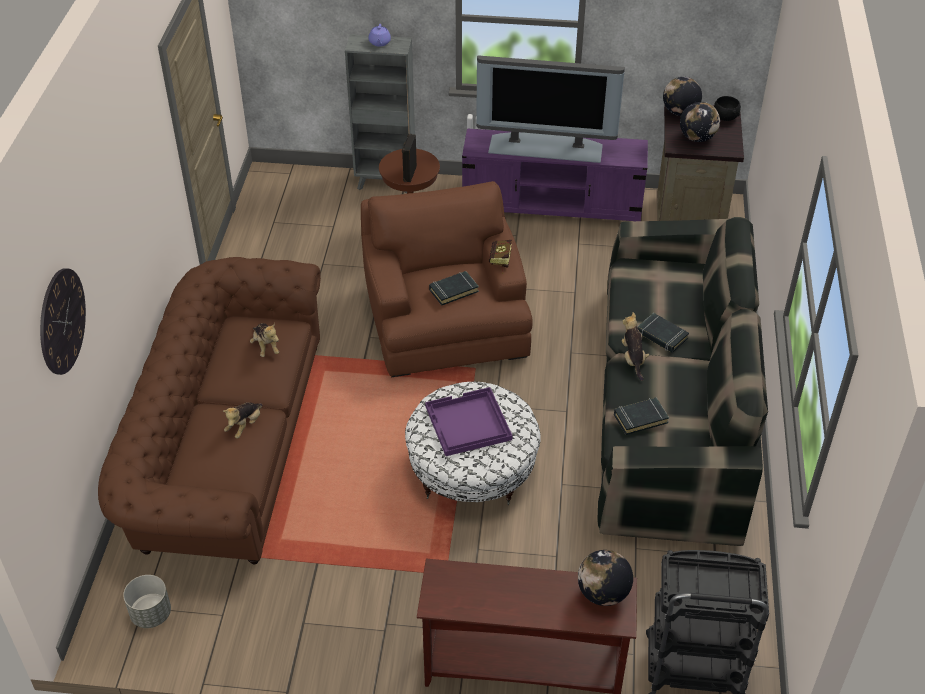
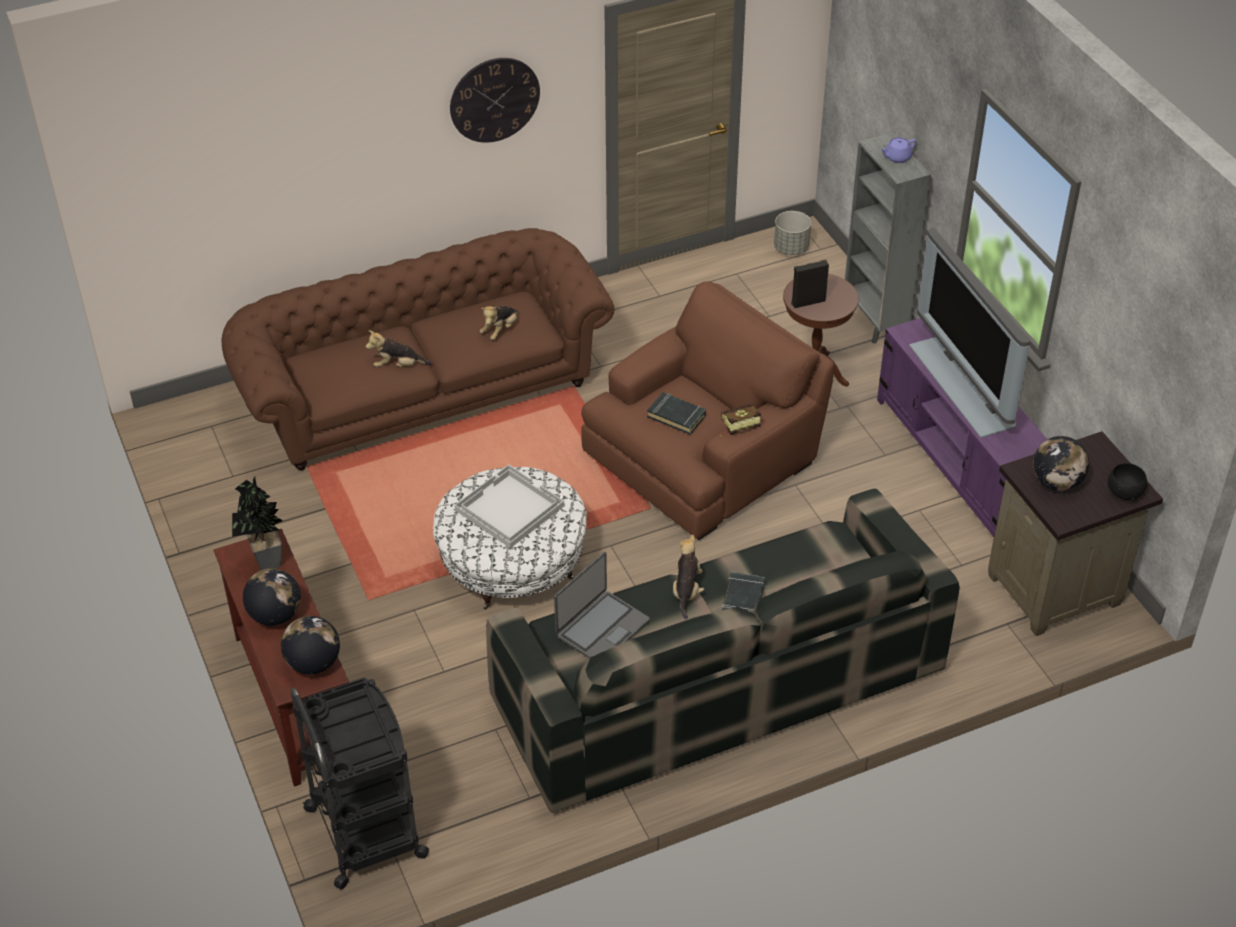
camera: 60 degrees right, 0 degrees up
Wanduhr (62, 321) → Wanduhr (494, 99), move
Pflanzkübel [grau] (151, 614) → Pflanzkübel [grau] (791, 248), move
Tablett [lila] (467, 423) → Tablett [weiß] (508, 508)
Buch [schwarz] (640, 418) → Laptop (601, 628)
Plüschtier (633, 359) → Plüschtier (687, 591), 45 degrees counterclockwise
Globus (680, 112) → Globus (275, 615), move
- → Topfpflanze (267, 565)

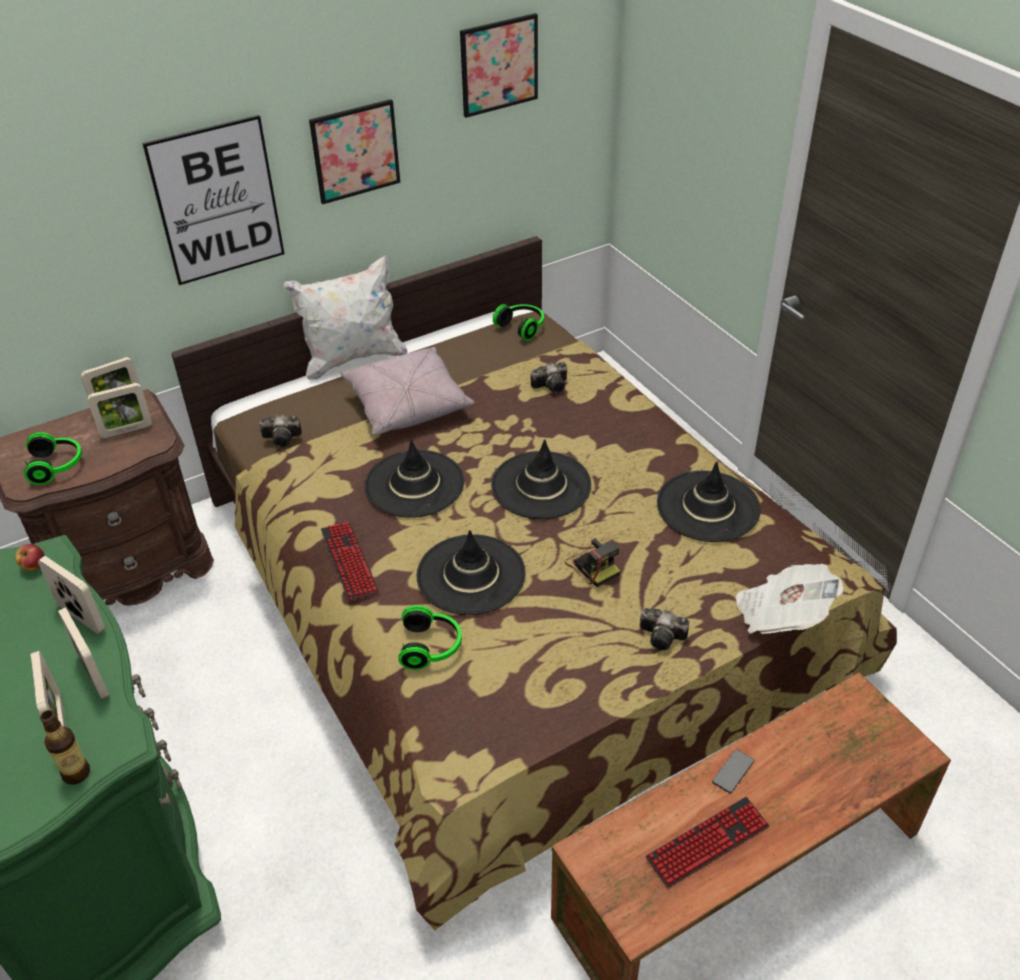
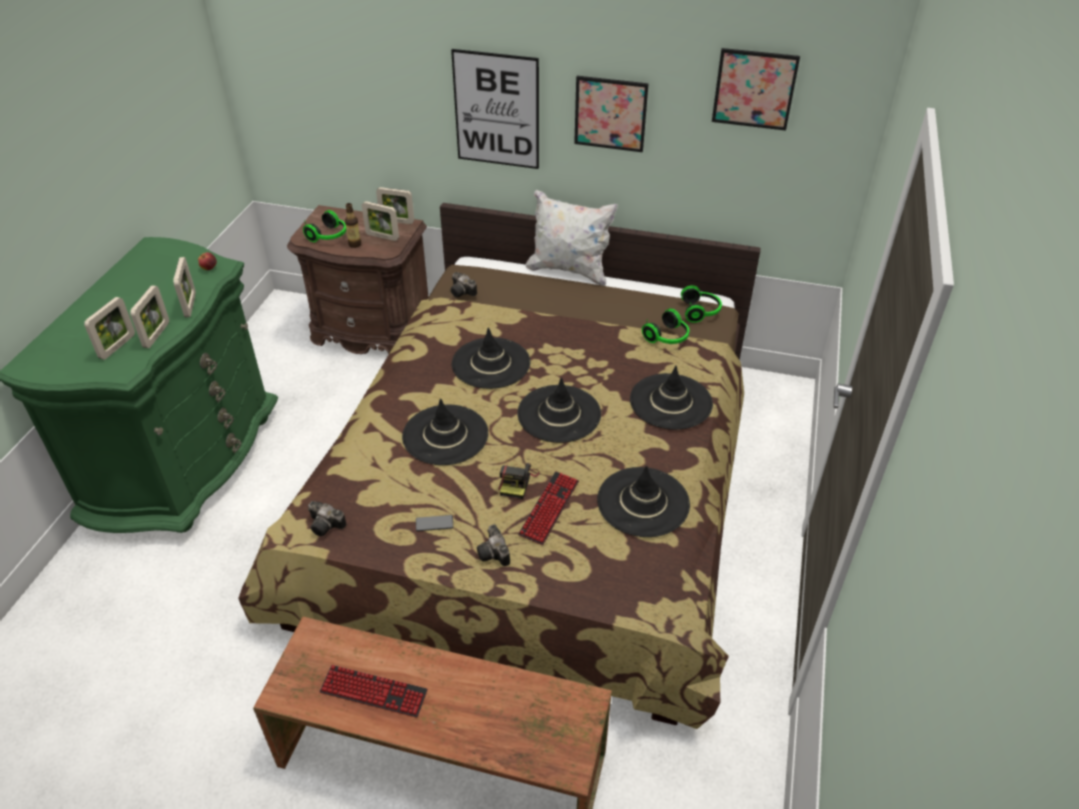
camera: 45 degrees right, 0 degrees up
Flasche (76, 773) → Flasche (355, 244), move
Tastatur (349, 561) → Tastatur (549, 508), move
Kissen [lila] (406, 404) → -
Kopfhörer (431, 647) → Kopfhörer (668, 338), move
Kamera (552, 385) → Kamera (327, 525), move
Handy (733, 771) → Handy (434, 523), move
Zeitung (781, 615) → -
- → Hut [schwarz] (671, 402)

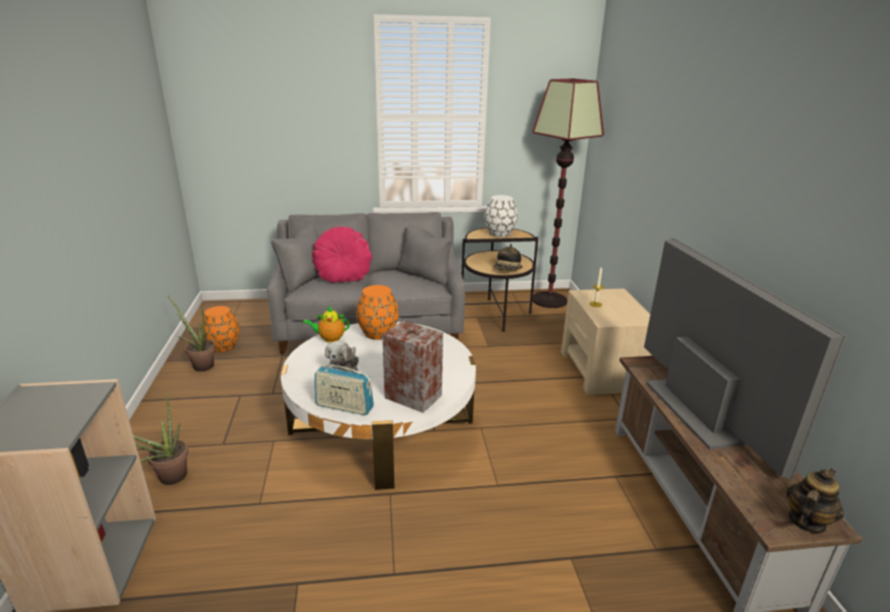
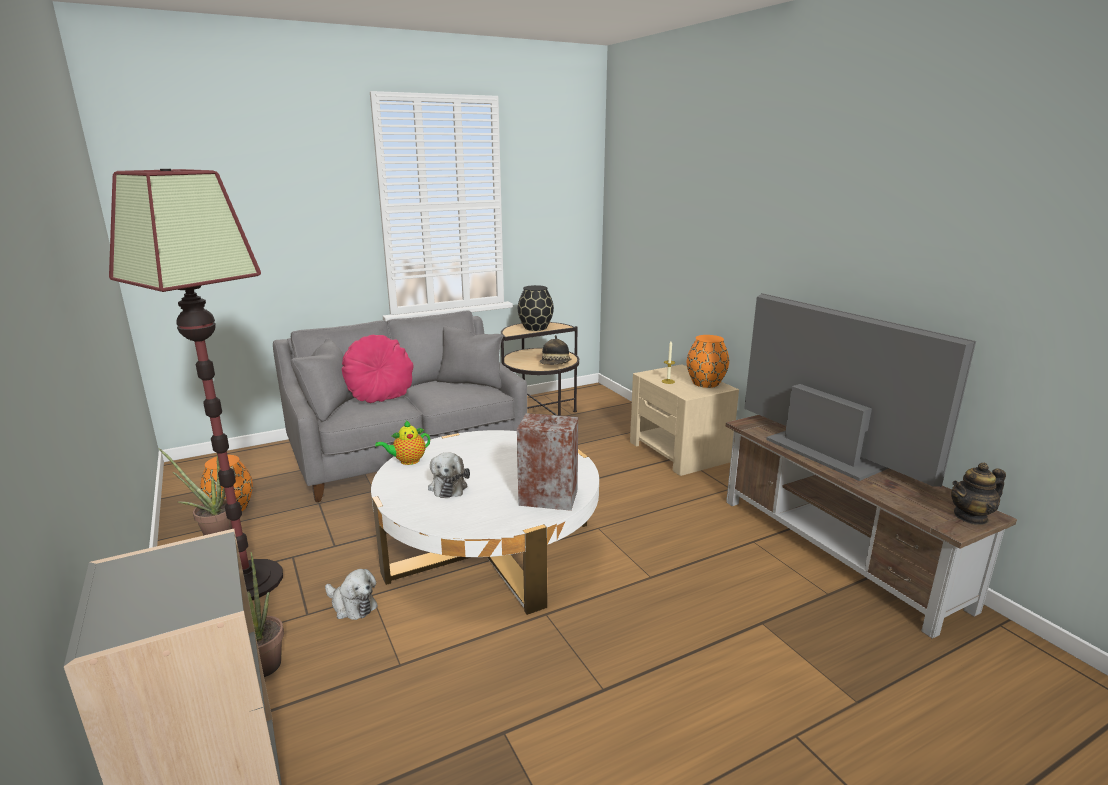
camera: 20 degrees left, 5 degrees down
Radio (344, 406) → -
Vase [orange] (378, 334) → Vase [orange] (706, 383), move
Vase [weiß] (499, 233) → Vase [schwarz] (535, 328)
Stehlampe (549, 300) → Stehlampe (248, 581), move
Teekanne (806, 521) → Teekanne (971, 517), 135 degrees counterclockwise
- → Plüschtier (352, 605)

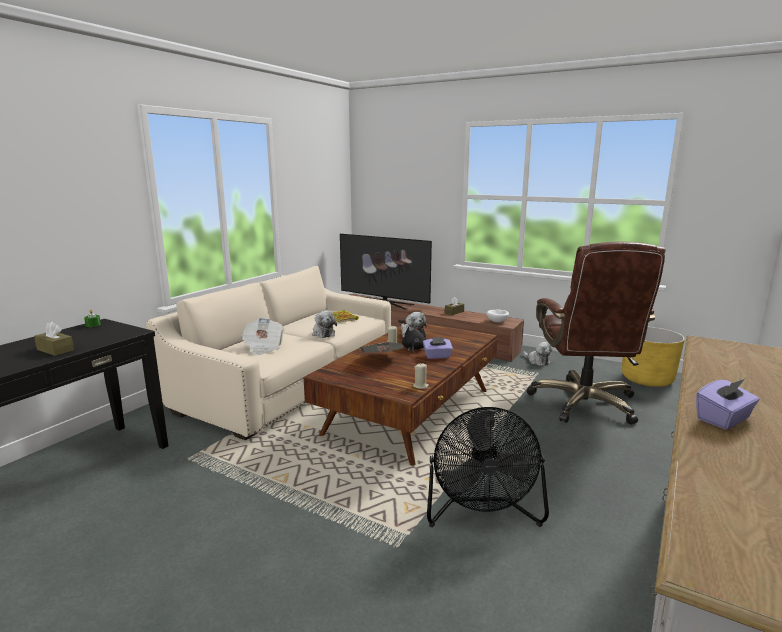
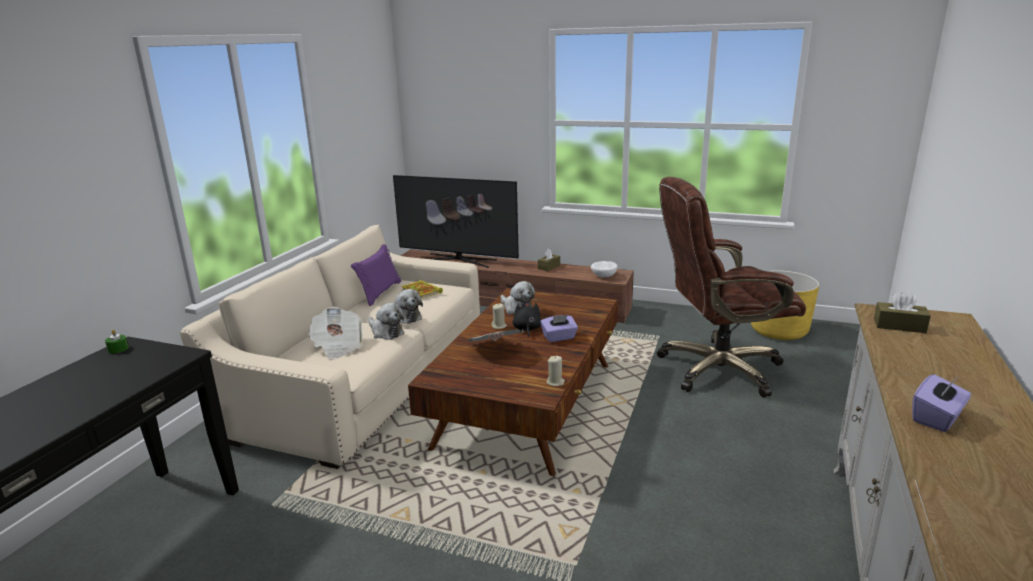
camera: 10 degrees left, 5 degrees up
Taschentuchbox [braun] (55, 350) → Taschentuchbox [braun] (899, 326), move
Ventilator [schwarz] (477, 511) → -
Plüschtier (537, 361) → Plüschtier (386, 332), move
Bürostuhl [braun] (584, 402) → Bürostuhl [braun] (719, 368), 90 degrees clockwise
- → Kissen [lila] (379, 293)

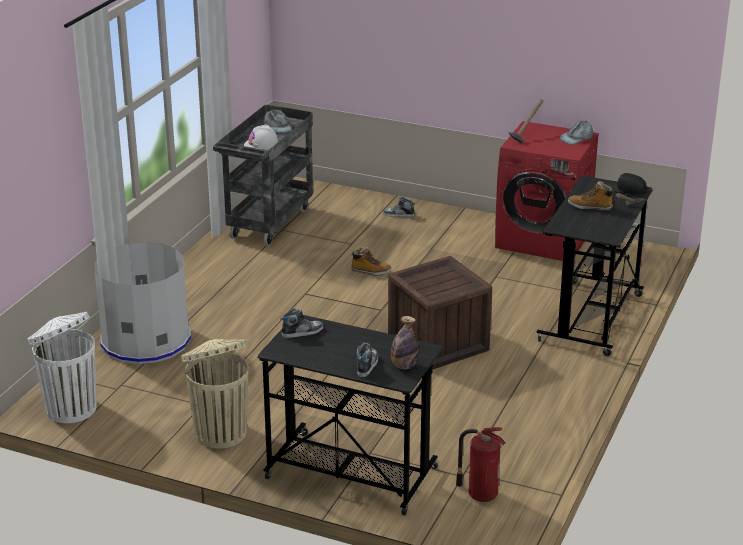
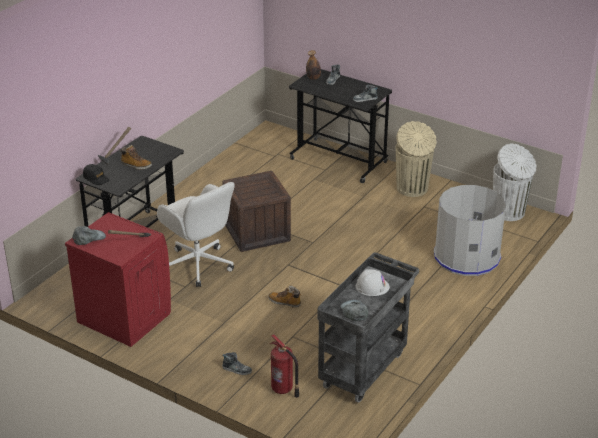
camera: 170 degrees left, 5 degrees up
Feuerlöscher (480, 494) → Feuerlöscher (283, 389), move
- → Bürostuhl [weiß] (198, 266)

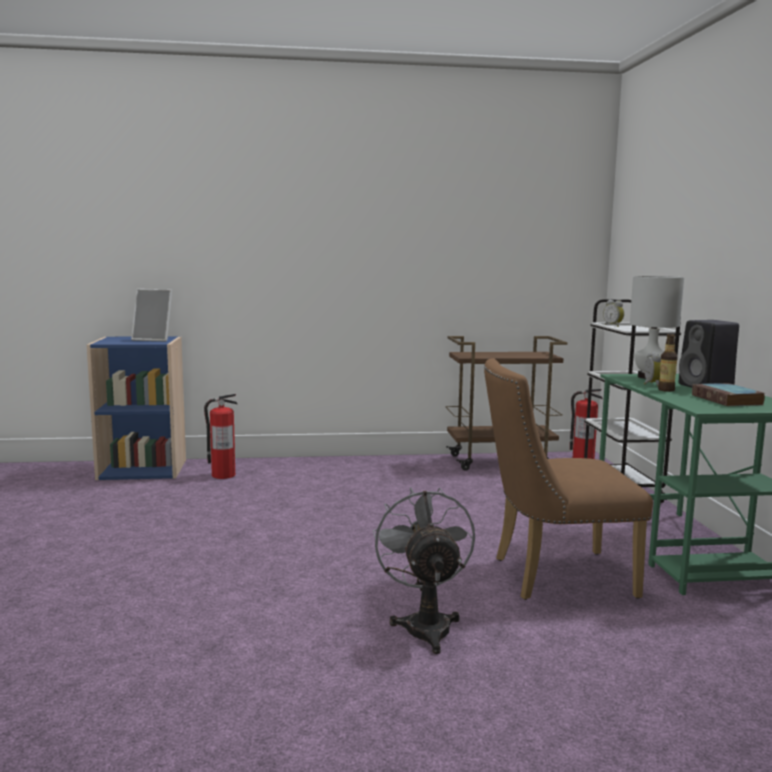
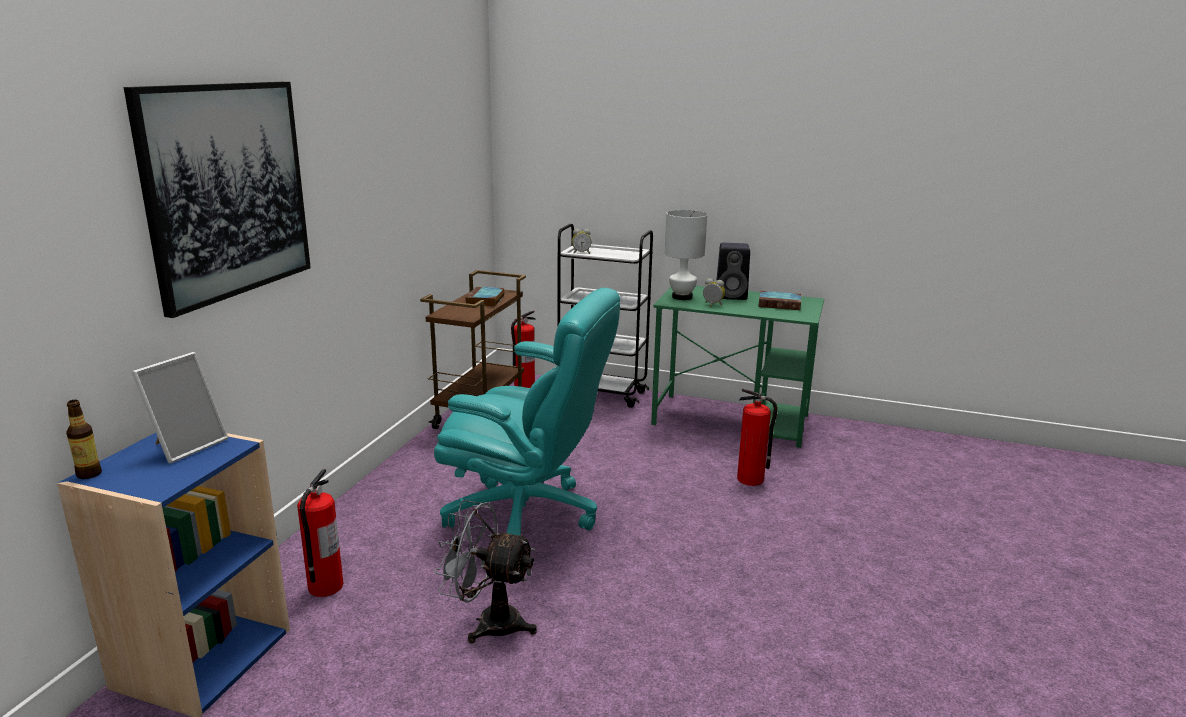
camera: 65 degrees left, 10 degrees up
Ventilator [grau] (425, 624) → Ventilator [grau] (488, 622), move
Stuhl [braun] (552, 576) → Feuerlöscher (751, 479)
Flasche (666, 390) → Flasche (89, 474), move
- → Bild (227, 191)
- → Bürostuhl [türkis] (528, 518)
- → Buch (485, 300)

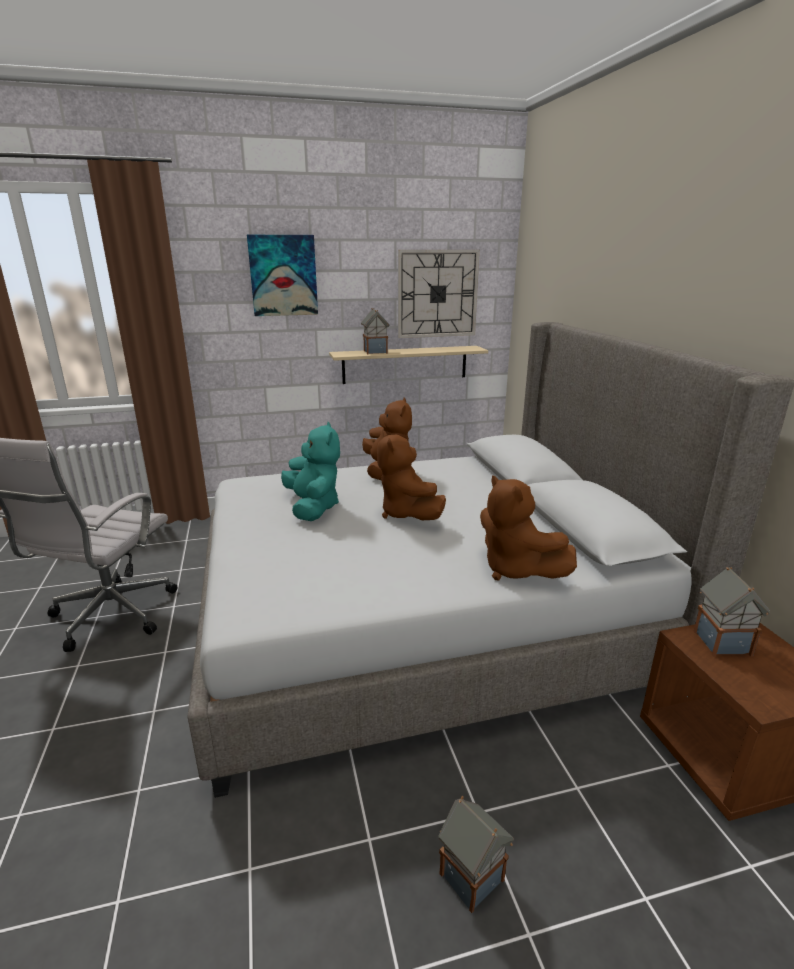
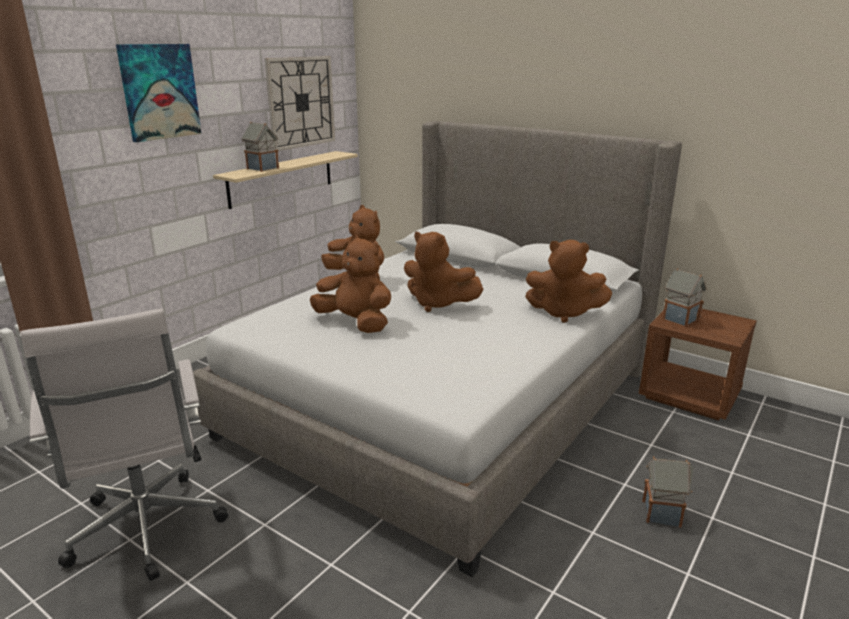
camera: 40 degrees left, 0 degrees up
Plüschtier [türkis] (313, 507) → Plüschtier [braun] (355, 323)

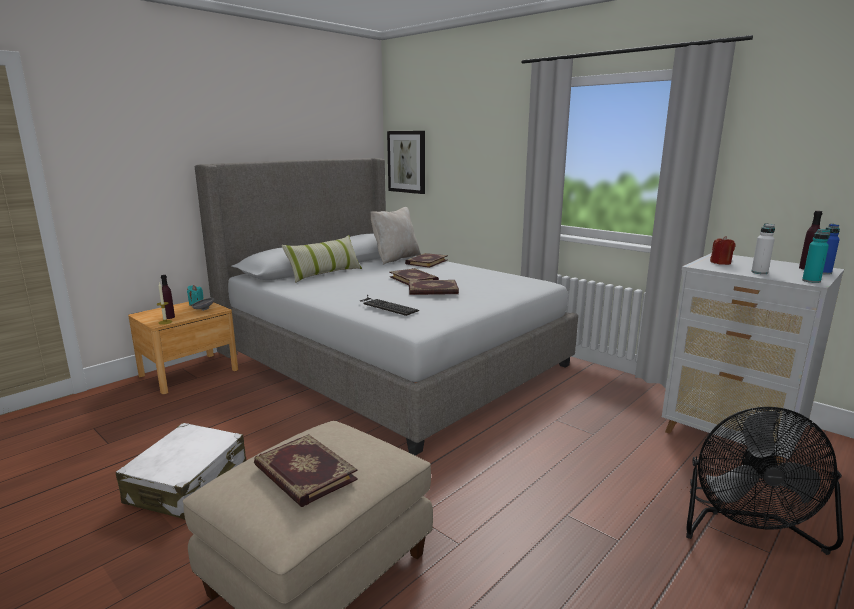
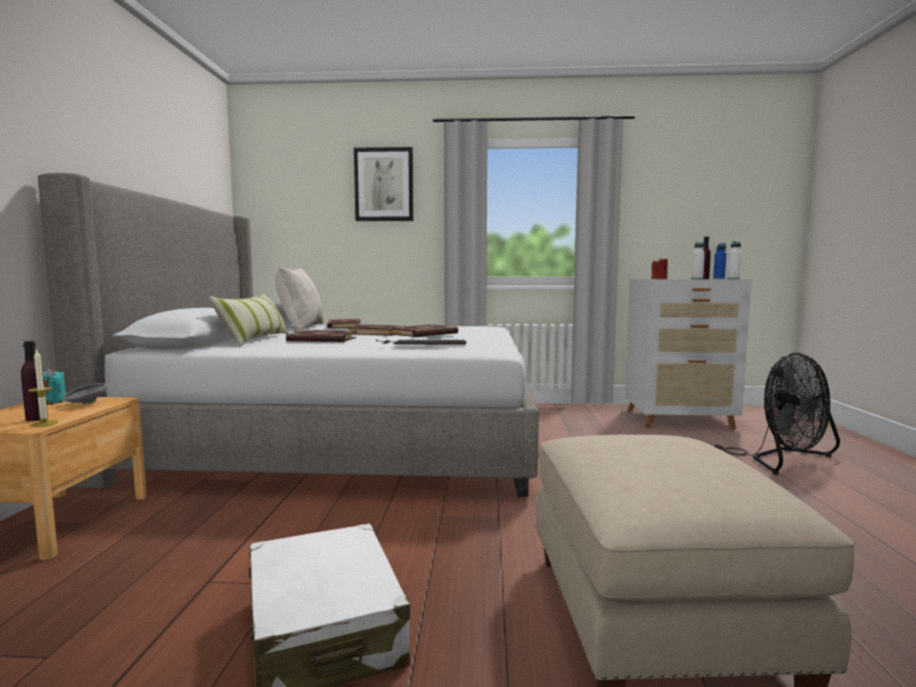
camera: 40 degrees left, 10 degrees down
Buch (303, 473) → Buch (322, 339), move
Bild (407, 162) → Bild (384, 185), move
Flasche [türkis] (811, 281) → Flasche [weiß] (733, 279)

